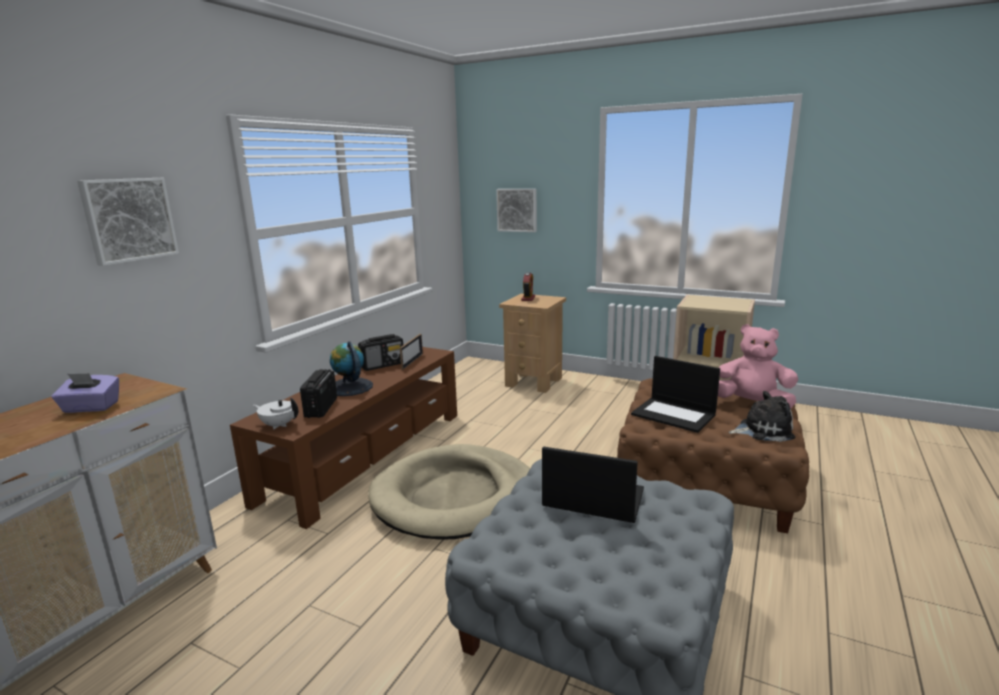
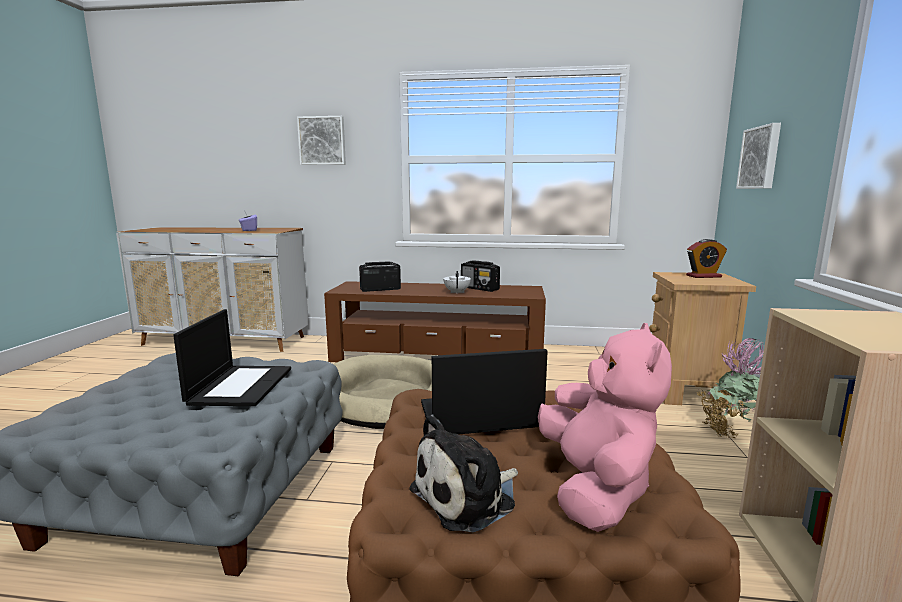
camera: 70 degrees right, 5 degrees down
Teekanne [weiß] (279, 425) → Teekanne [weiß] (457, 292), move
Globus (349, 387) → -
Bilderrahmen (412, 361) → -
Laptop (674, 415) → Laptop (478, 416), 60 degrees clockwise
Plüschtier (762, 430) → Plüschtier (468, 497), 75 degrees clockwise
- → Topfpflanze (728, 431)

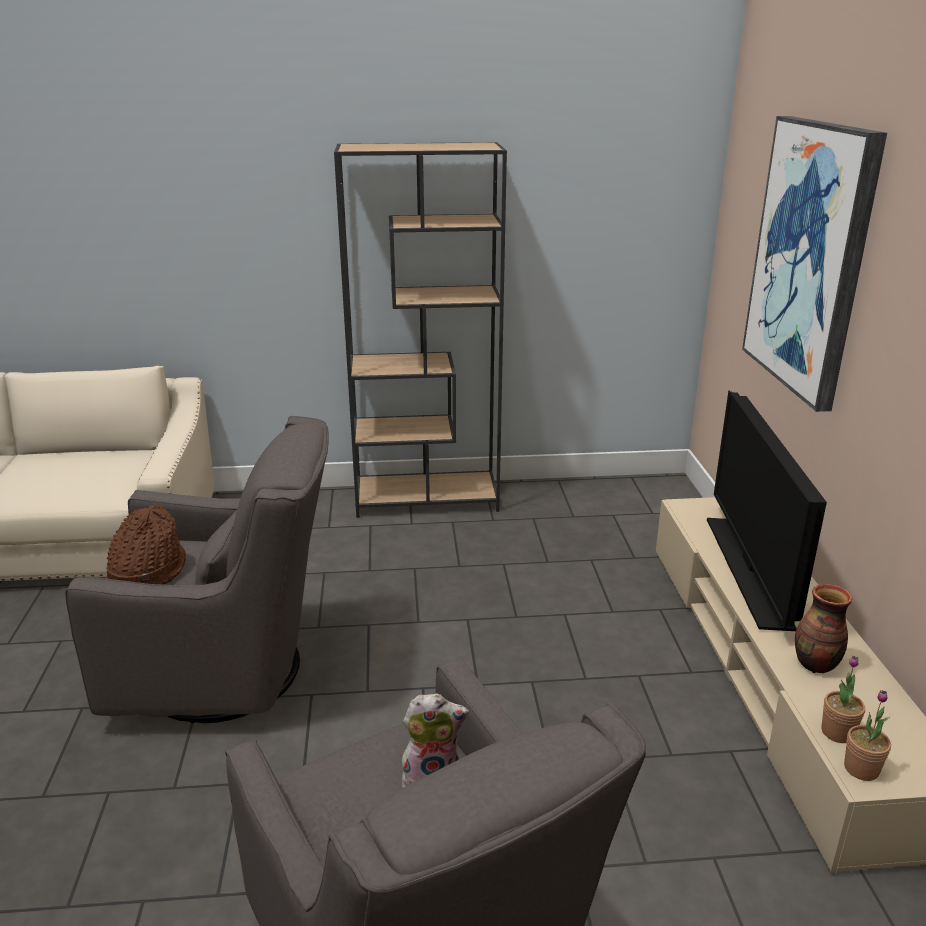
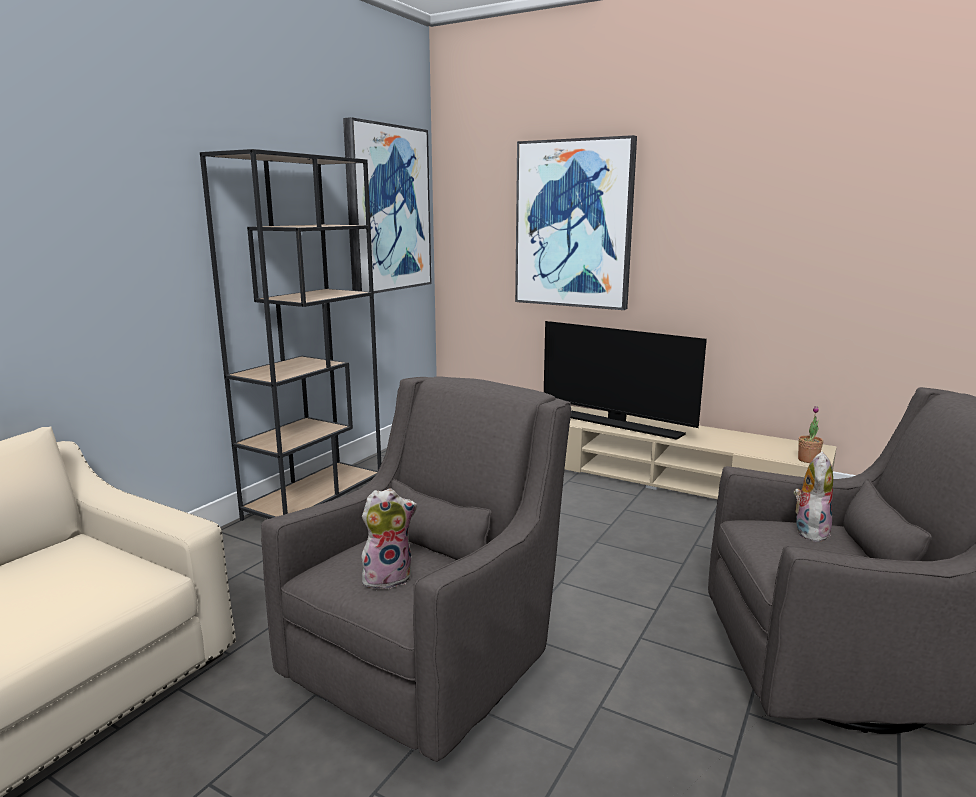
camera: 55 degrees left, 10 degrees down
Hut [braun] (147, 572) → Plüschtier (388, 577)
Vase (815, 664) → -
Topfpflanze (837, 732) → -
- → Bild (387, 209)

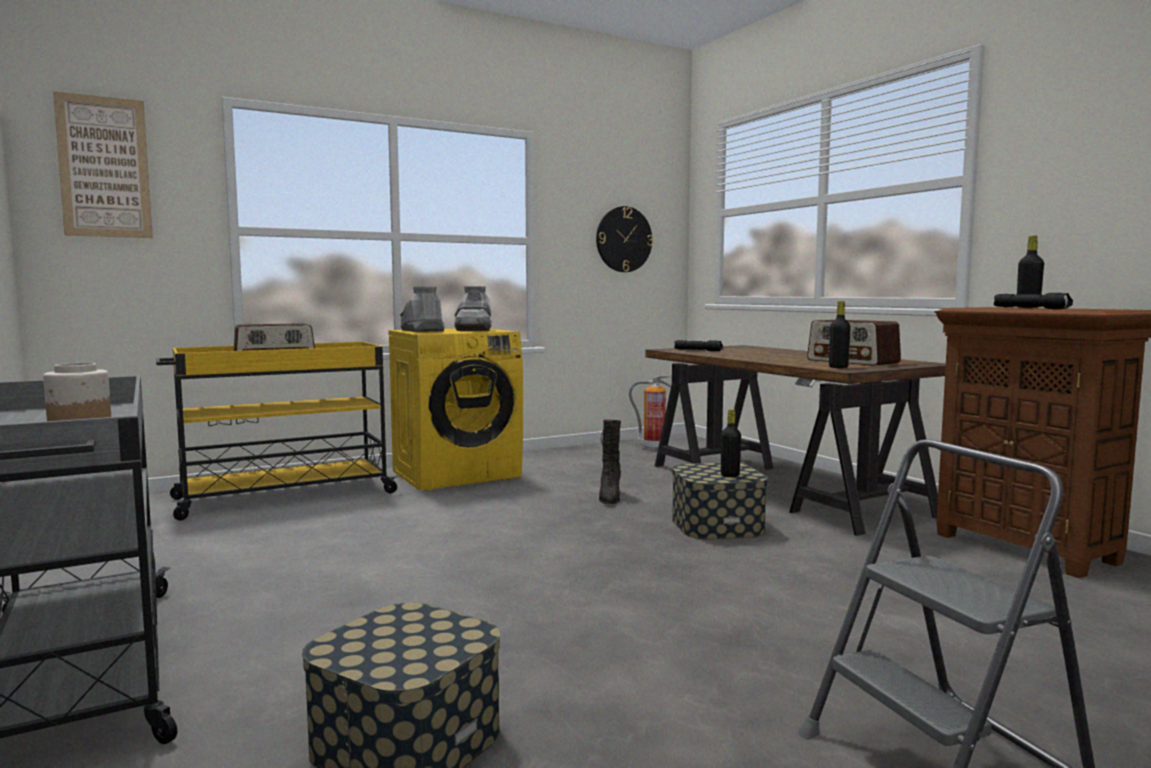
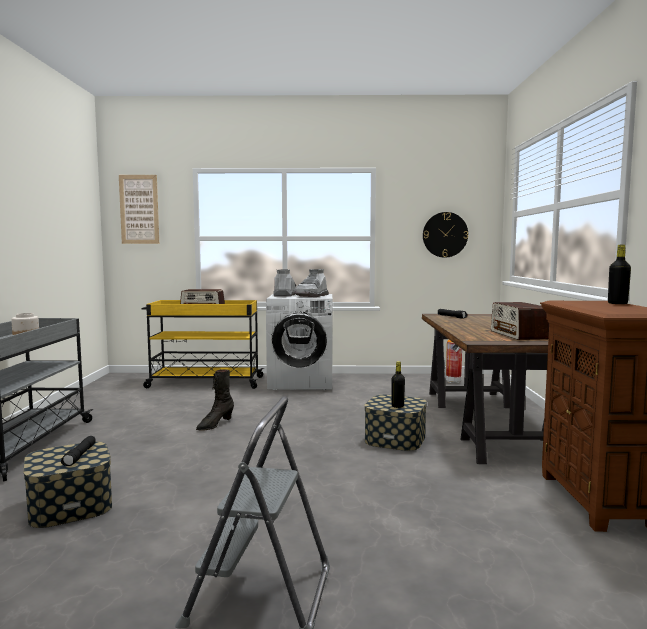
camera: 30 degrees right, 0 degrees up
Waschmaschine [gelb] (456, 476) → Waschmaschine [weiß] (301, 384)
Stiefel [schwarz] (609, 497) → Stiefel [schwarz] (215, 425), move
Flasche [schwarz] (838, 367) → -
Taschenlampe [schwarz] (1031, 308) → Taschenlampe [schwarz] (80, 456), move

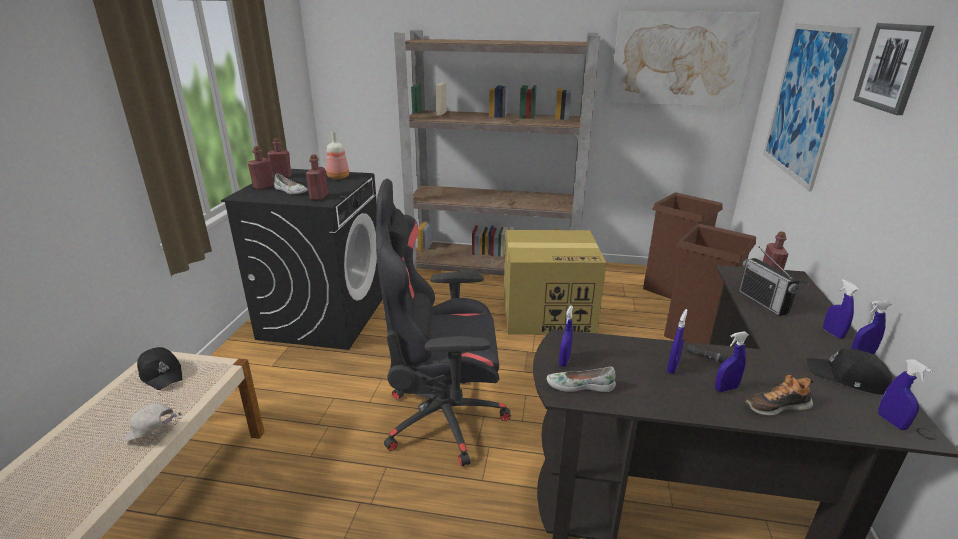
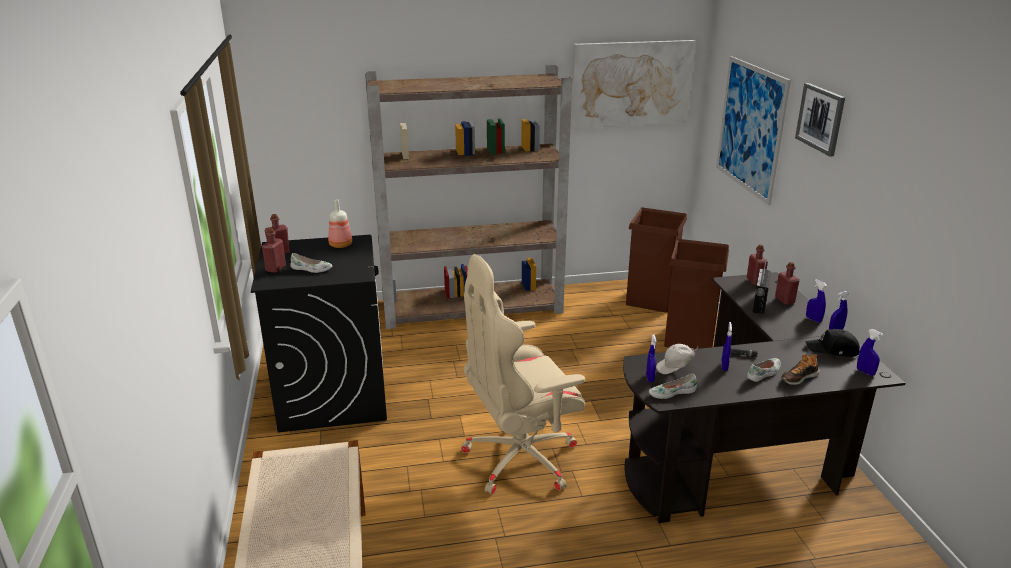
camera: 20 degrees left, 0 degrees up
Kappe [weiß] (153, 435) → Kappe [weiß] (675, 368), move
Kappe [schwarz] (162, 374) → -
Flasche [rot] (319, 197) → Flasche [rot] (784, 300), move
Bürostuhl [schwarz] (446, 419) → Bürostuhl [beige] (522, 458)
Karton (549, 313) → -
Sprühflasche [blau] (726, 388) → Schuh [weiß] (764, 373)
Radio (763, 302) → Radio (759, 304), 60 degrees clockwise

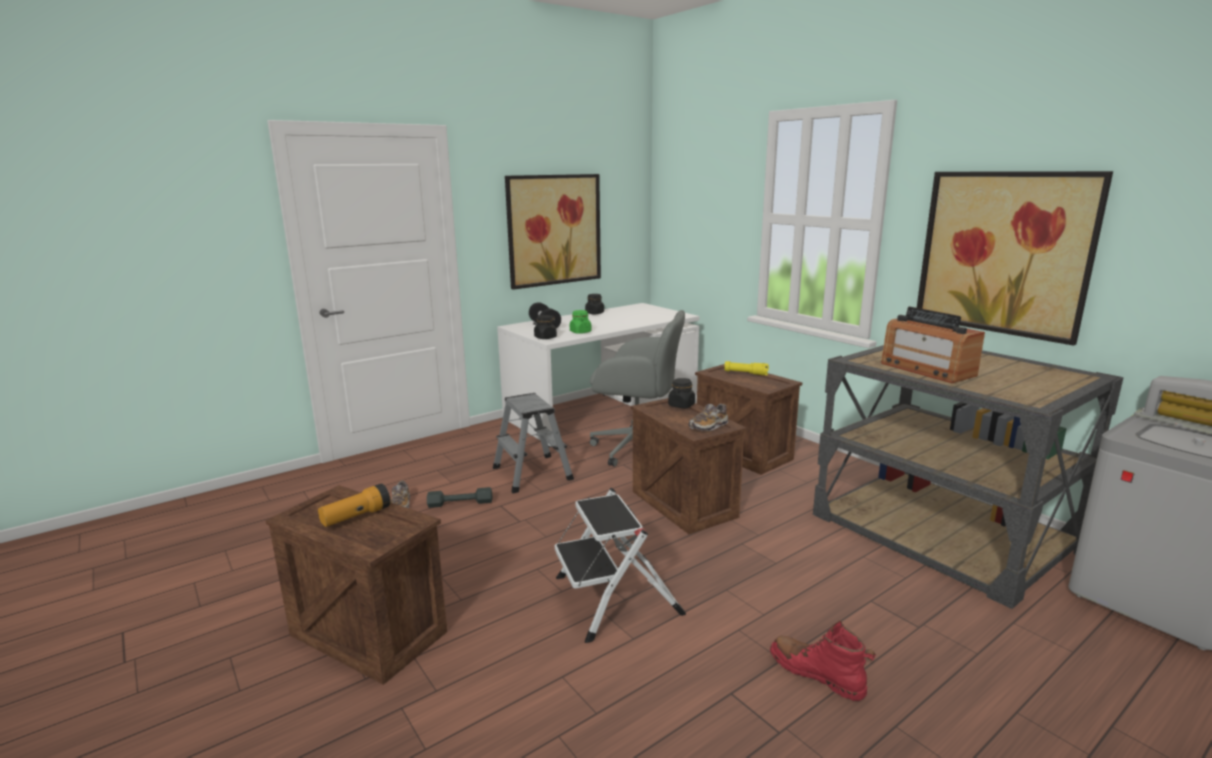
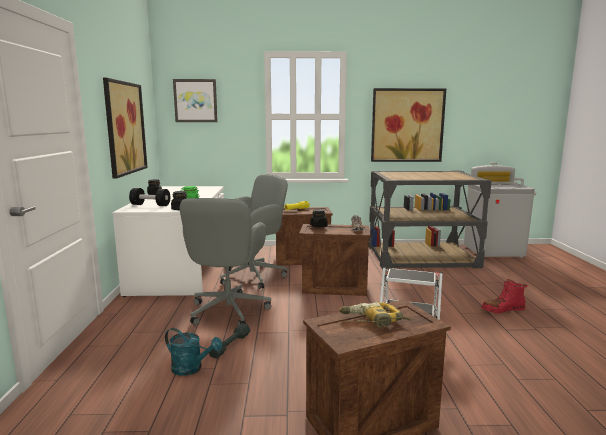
camera: 55 degrees left, 5 degrees down
Taschenlampe (356, 517) → Bohrmaschine (373, 321)
Schuh (401, 505) → Gießkanne [türkis] (191, 368)
Trittleiter [grau] (532, 473) → Bürostuhl [grau] (228, 311)
Radio (926, 369) → -
- → Bild (195, 100)

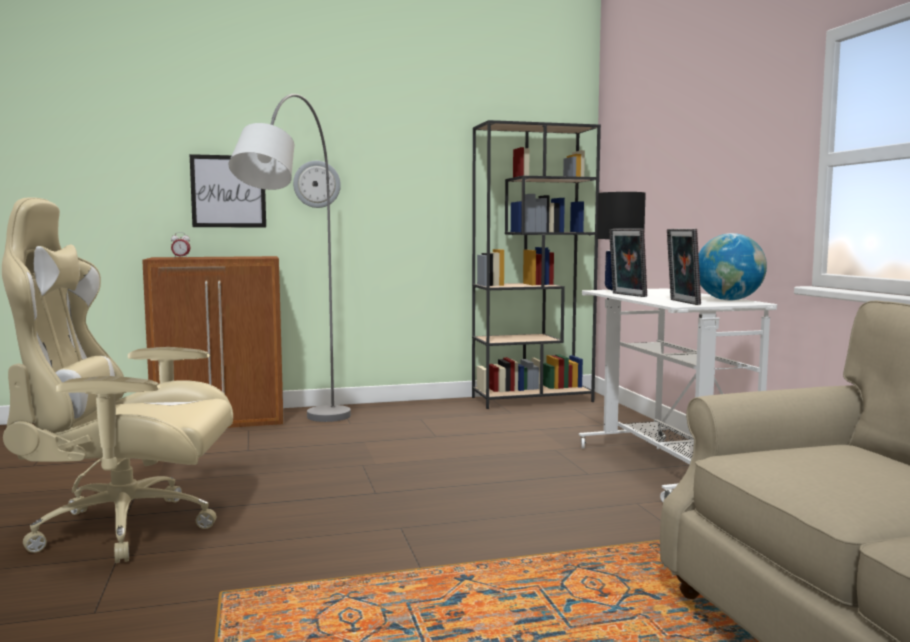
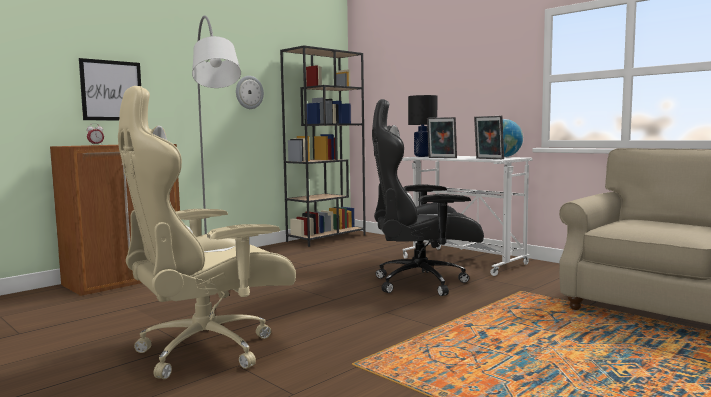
camera: 30 degrees left, 0 degrees up
Wanduhr (316, 184) → Wanduhr (249, 92), move
- → Bürostuhl [schwarz] (425, 283)

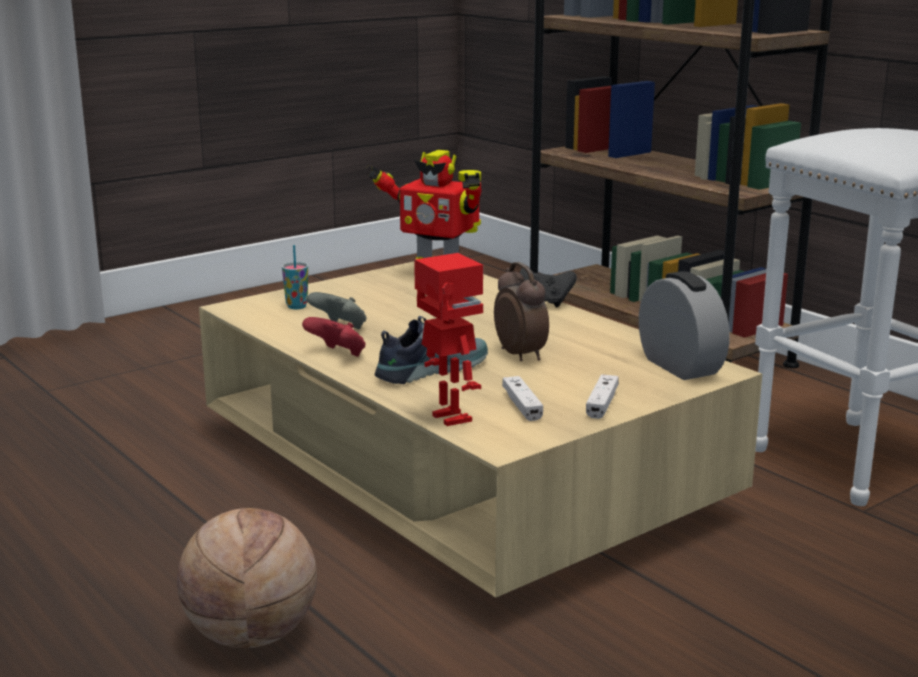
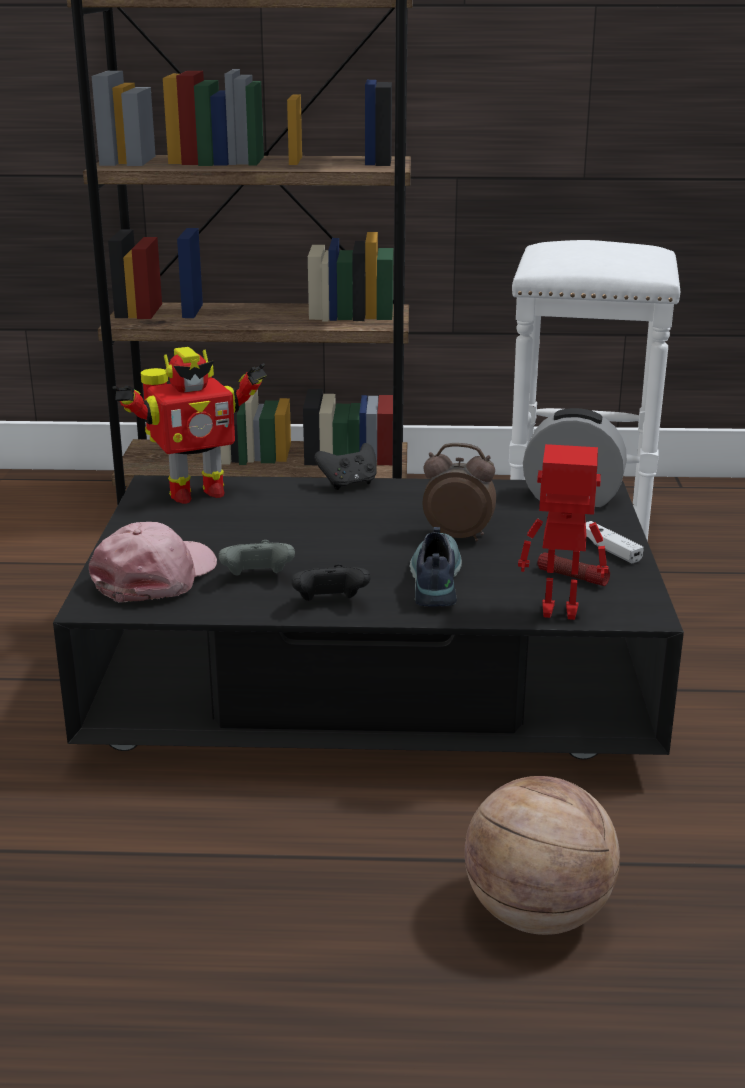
camera: 50 degrees left, 5 degrees up
Couchtisch [beige] (458, 473) → Couchtisch [schwarz] (372, 685)
Tasse (297, 306) → Kappe [rosa] (156, 577)
Gamepad [rot] (338, 355) → Gamepad [schwarz] (330, 604)
Gamepad [weiß] (522, 406) → Taschenlampe (572, 577)

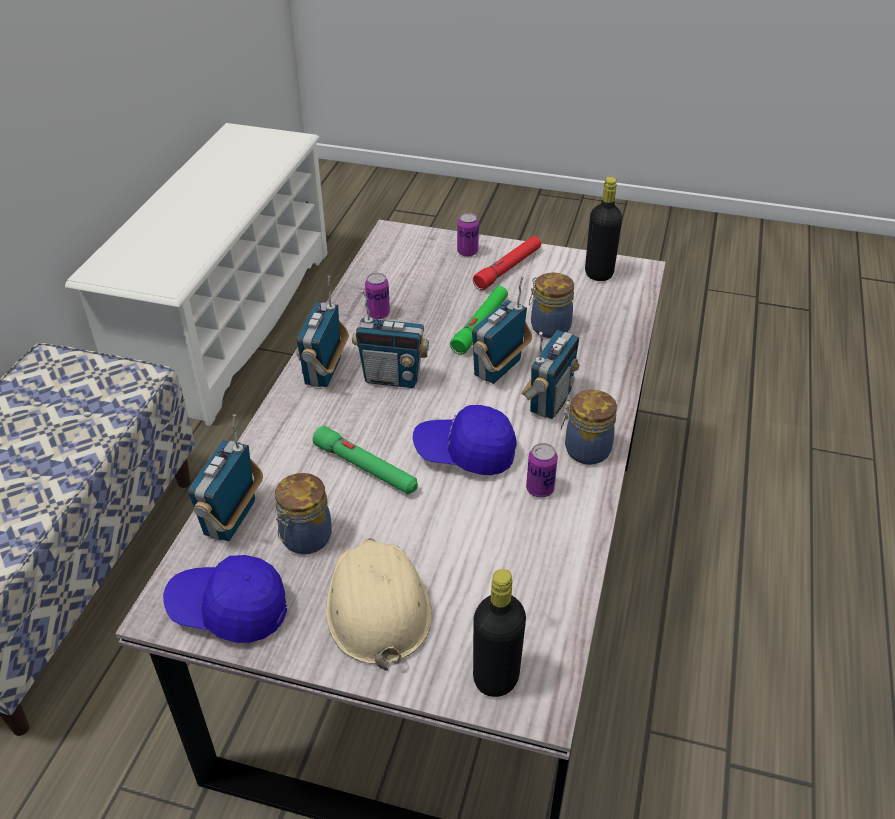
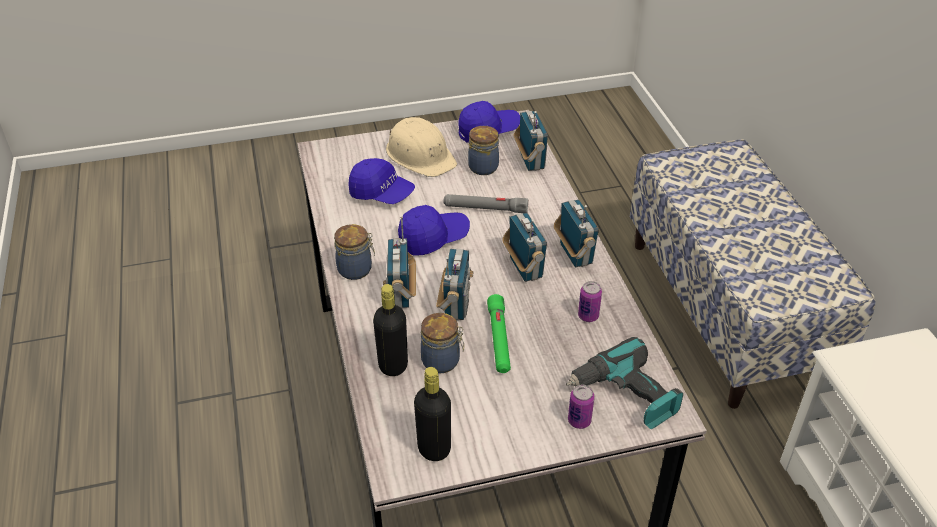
camera: 150 degrees right, 0 degrees up
Taschenlampe [grün] (366, 468) → Taschenlampe [grau] (485, 208)
Radio (392, 378) → Radio (524, 268), 90 degrees clockwise
Taschenlampe [rot] (508, 268) → -
Flasche [schwarz] (496, 678) → Flasche [schwarz] (393, 365), move
Dose (540, 489) → -
- → Kappe [blau] (381, 194)
- → Bohrmaschine (625, 395)

